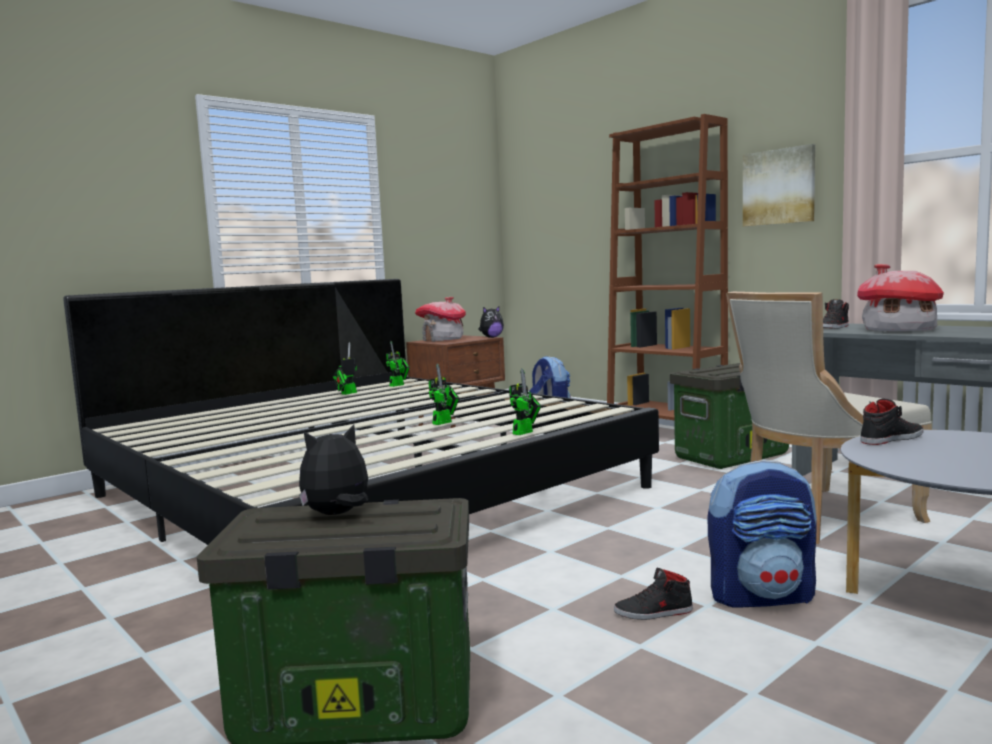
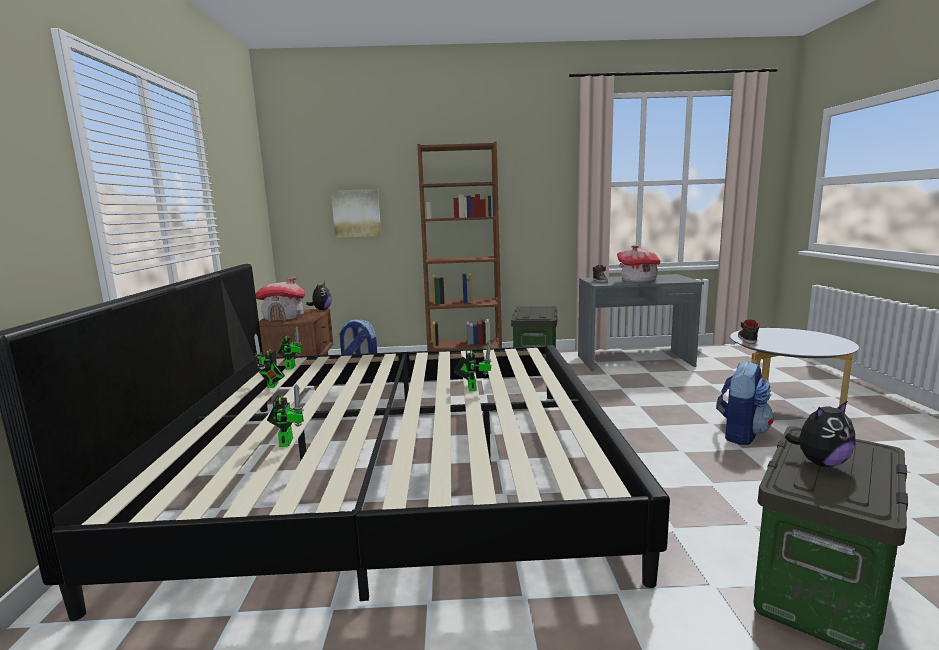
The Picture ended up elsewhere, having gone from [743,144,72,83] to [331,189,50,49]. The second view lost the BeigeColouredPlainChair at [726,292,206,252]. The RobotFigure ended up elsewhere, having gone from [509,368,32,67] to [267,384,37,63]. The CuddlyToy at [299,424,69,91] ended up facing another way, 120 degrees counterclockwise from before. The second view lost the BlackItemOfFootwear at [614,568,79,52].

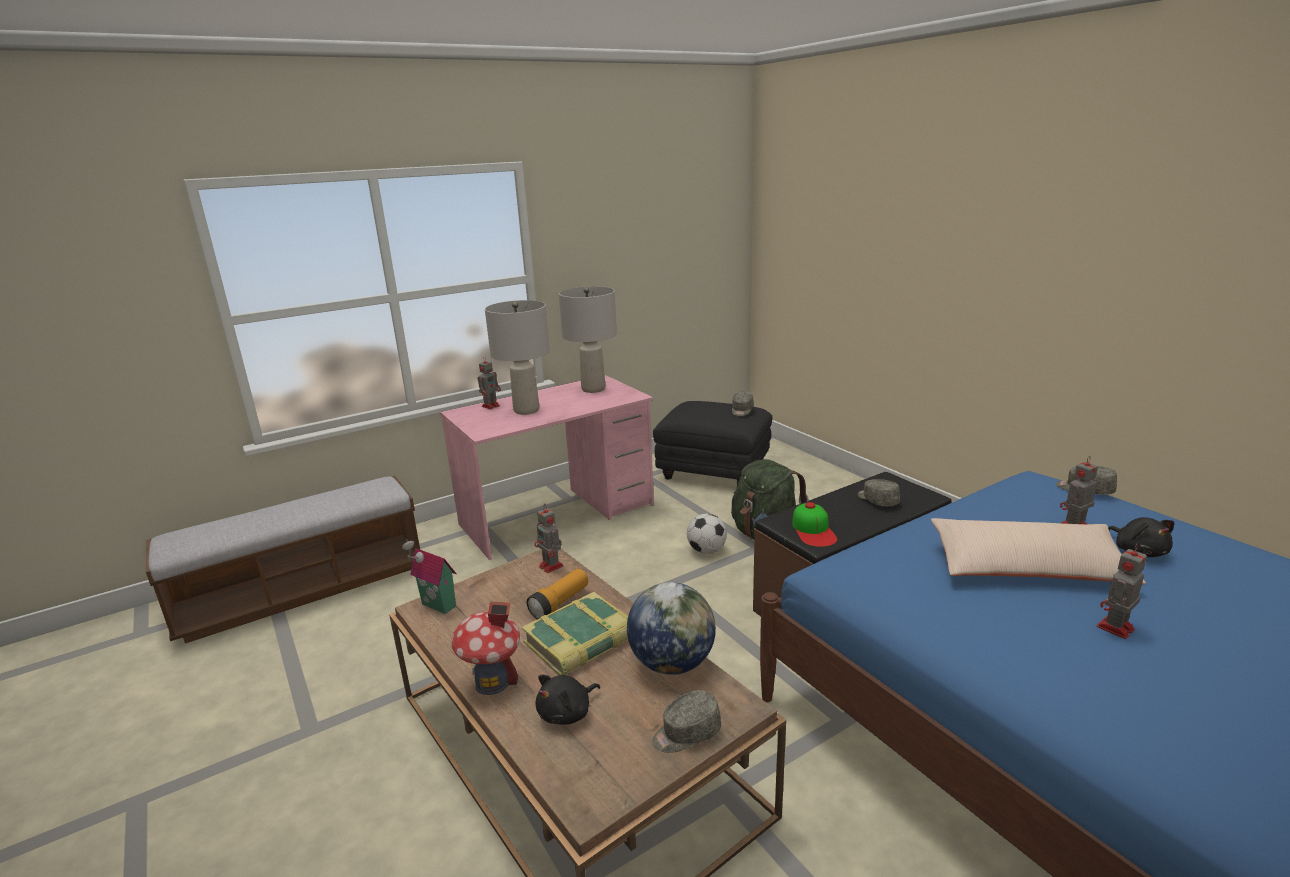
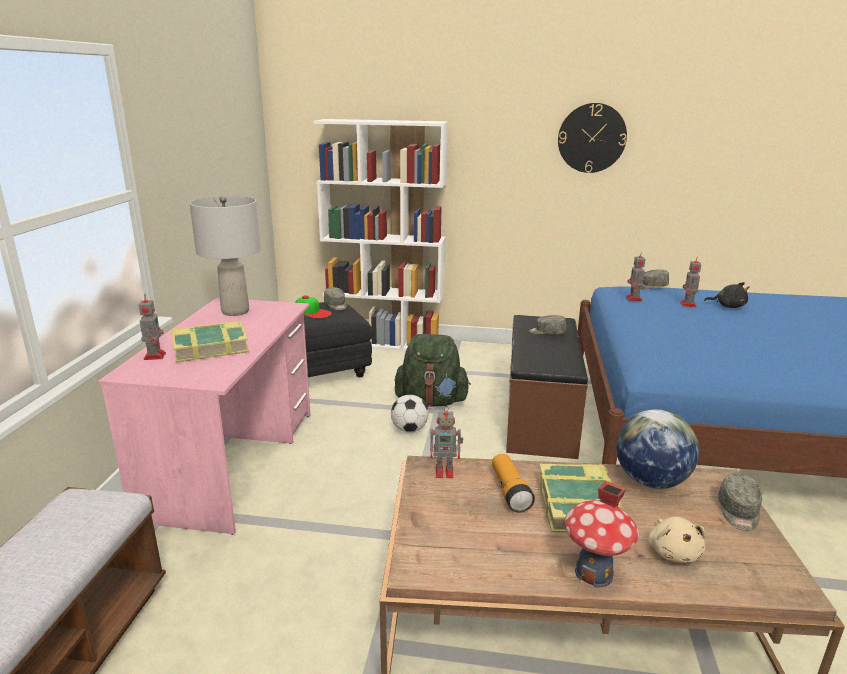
Where the GreyTabletopLamp stood at [485,300,65,115], the Volume came to stand at [172,321,77,41]. The BaseballCap ended up elsewhere, having gone from [792,502,45,45] to [295,295,37,23]. The second view lost the BeigeColouredCushion at [931,518,215,66]. The second view lost the MiniatureHouse at [402,540,54,74]. The RobotFigure ended up elsewhere, having gone from [1097,544,50,95] to [626,252,20,49]. What was the BlackCuddlyToy at [535,675,65,50] turned into the BeigeColouredCuddlyToy at [648,517,58,46]. The second view gained the WallClock at [558,103,69,70]. The second view gained the WhiteColouredShelvingUnit at [313,119,135,232].

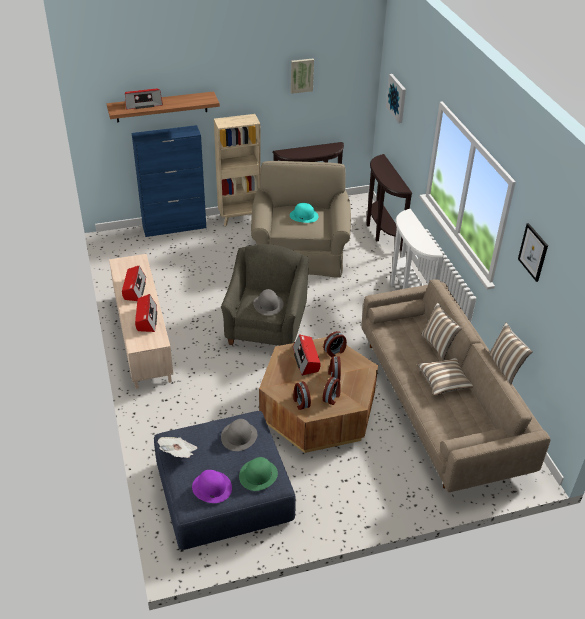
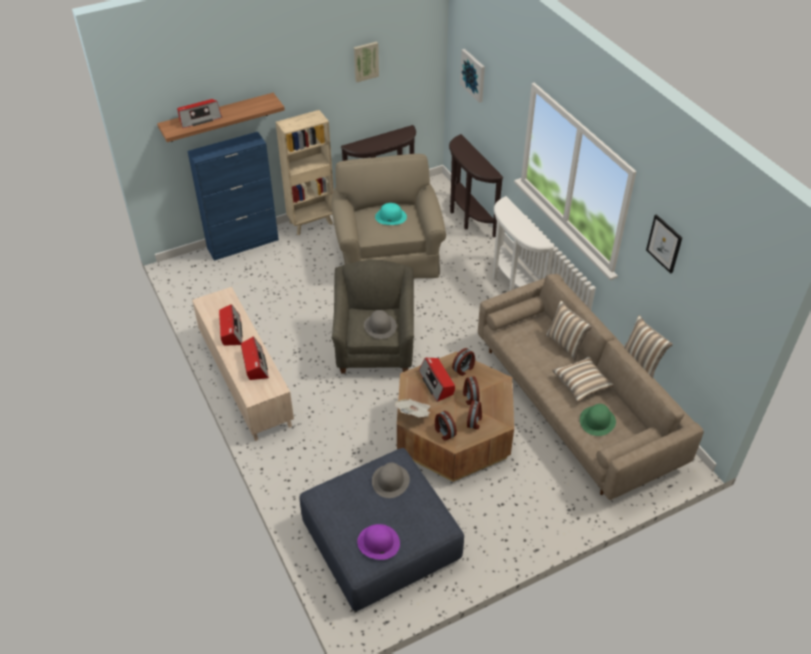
The Newspaper ended up elsewhere, having gone from [157,437,41,21] to [395,399,35,18]. The GreenishWearableHat ended up elsewhere, having gone from [239,457,39,34] to [580,404,36,32].

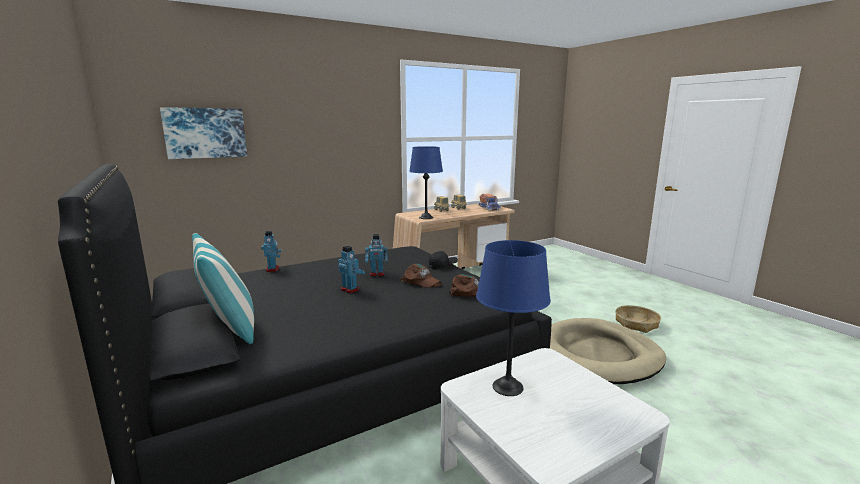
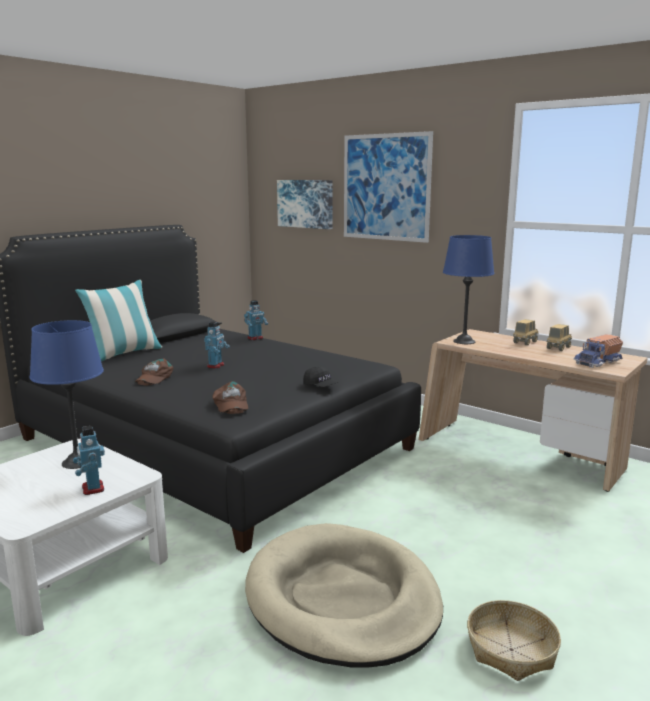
The RobotFigure ended up elsewhere, having gone from [365,234,23,42] to [73,426,32,69]. The BrownishBaseballCap ended up elsewhere, having gone from [400,264,42,24] to [135,358,38,28]. The second view gained the Picture at [344,131,89,112].

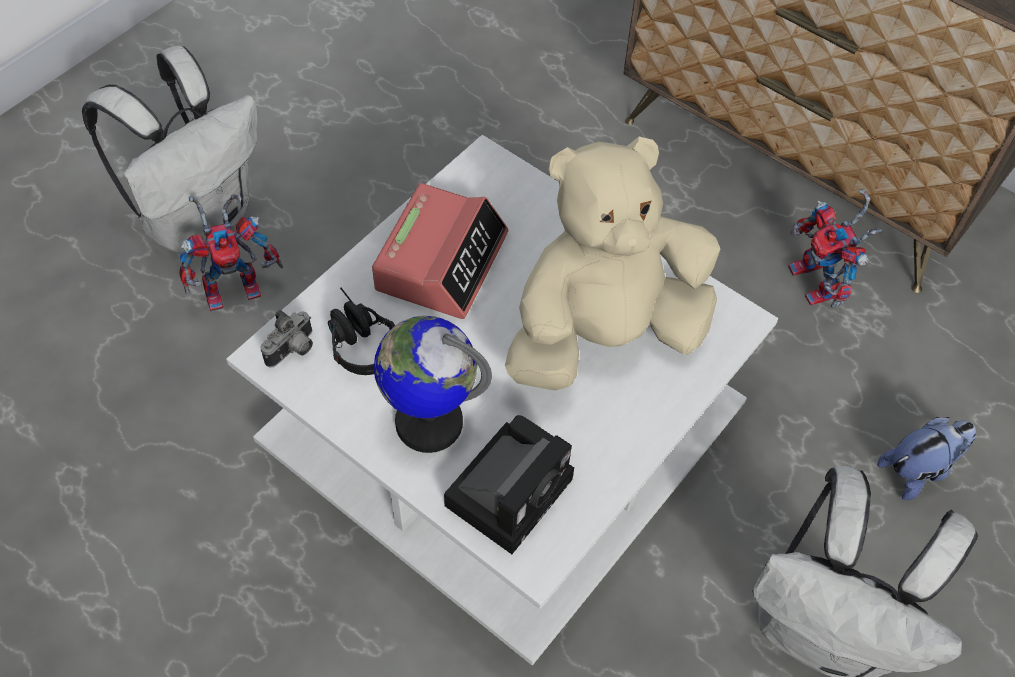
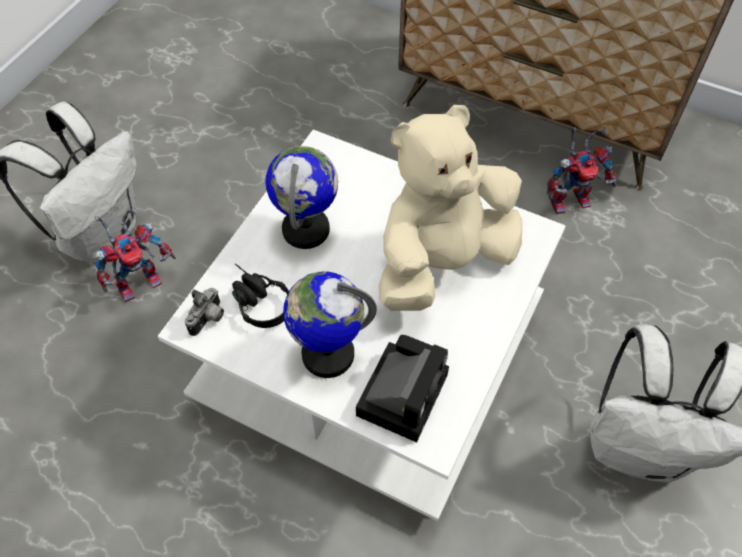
Where the BedsideClock stood at [372,183,136,136], the WorldGlobe came to stand at [265,146,73,103]. The RobotFigure at [788,189,93,119] ended up facing another way, 75 degrees counterclockwise from before. The second view lost the CuddlyToy at [877,417,99,83].

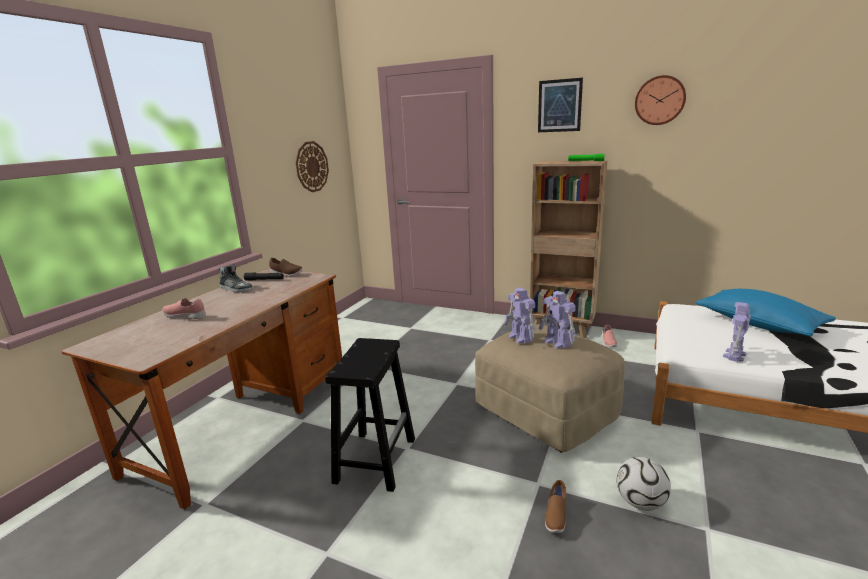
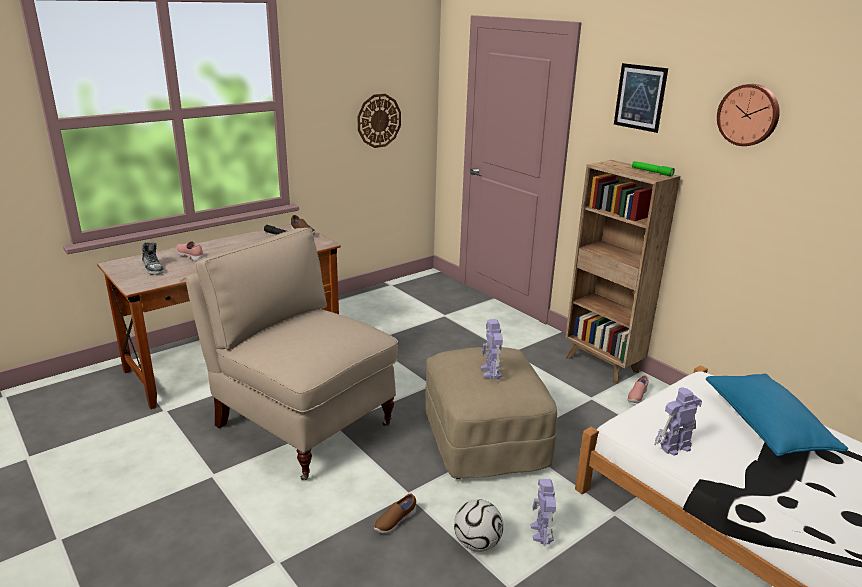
The ItemOfFootwear ended up elsewhere, having gone from [219,265,34,28] to [142,242,22,33]. The RobotFigure ended up elsewhere, having gone from [505,287,31,57] to [531,479,25,67]. Where the BlackSittingStool stood at [325,338,90,154], the BeigeColouredPlainChair came to stand at [186,228,212,252].

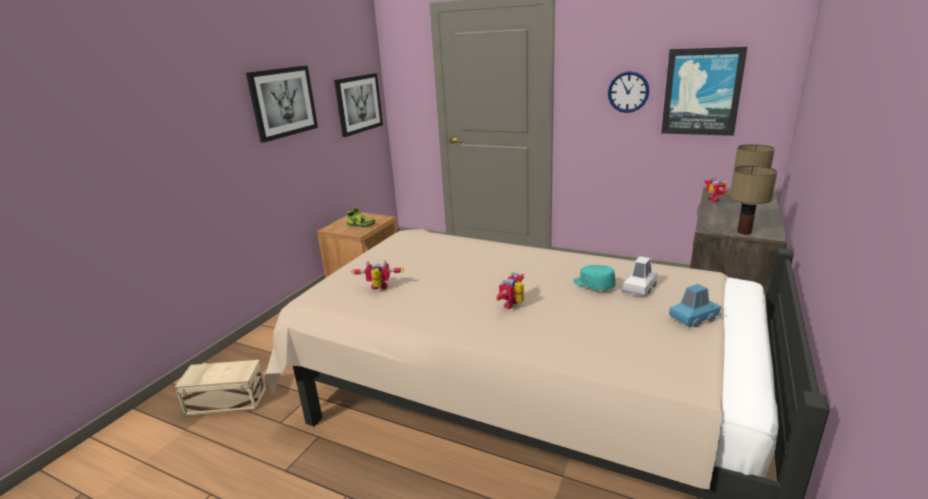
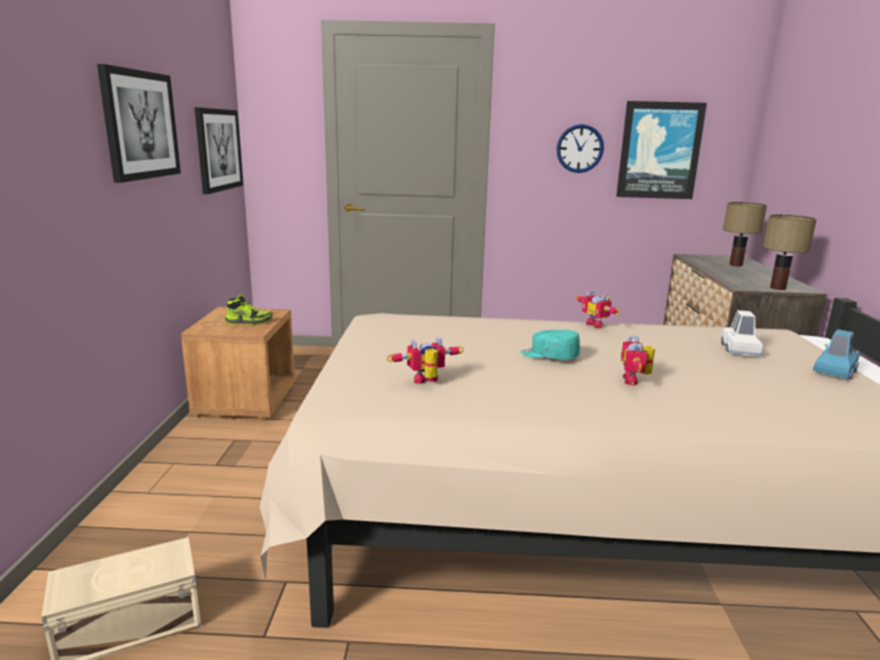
The RobotFigure ended up elsewhere, having gone from [704,176,24,26] to [575,290,45,38]. The BlueGreenBaseballCap ended up elsewhere, having gone from [573,265,43,25] to [521,329,59,30].

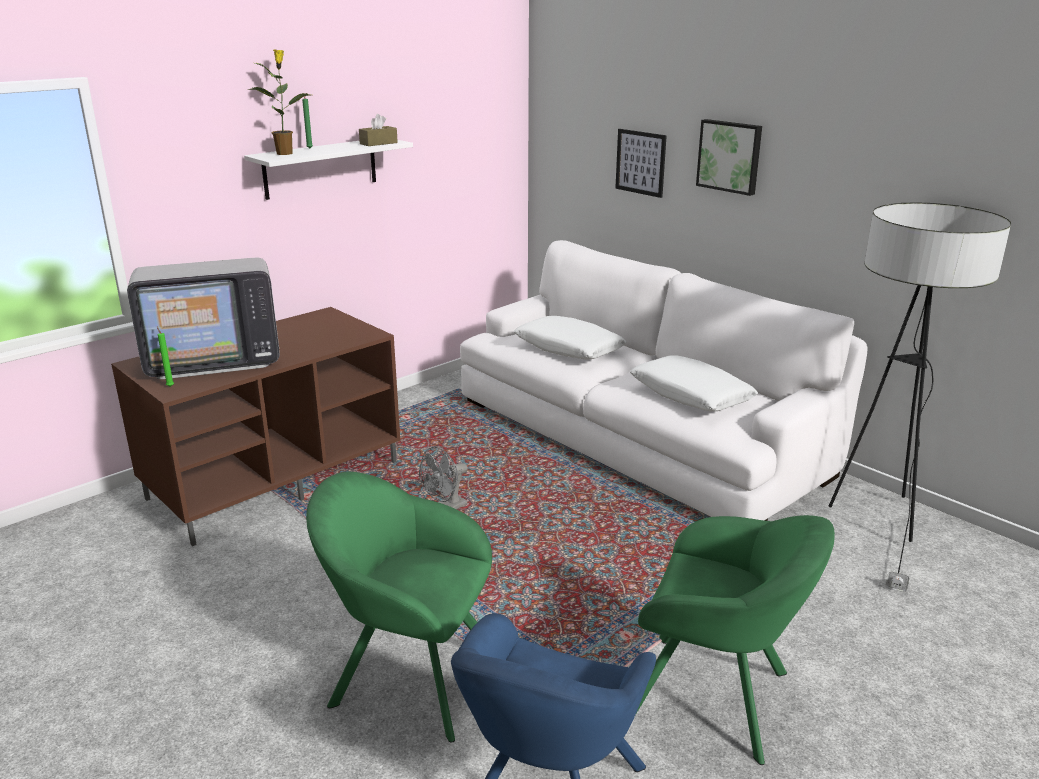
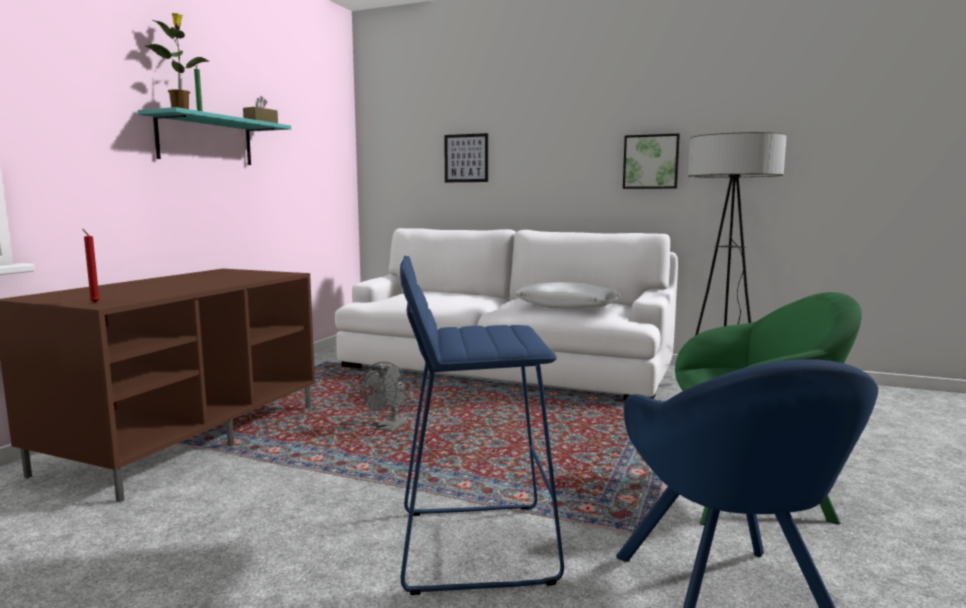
The Picture ended up elsewhere, having gone from [696,119,66,77] to [623,134,57,55]. What was the WhiteColouredWallShelf at [244,140,169,60] turned into the BlueGreenWallShelf at [138,107,153,58]. The second view lost the TvSet at [127,258,153,121]. The second view lost the WhiteColouredCushion at [514,316,113,44]. What was the GreenishWaxLight at [157,326,17,61] turned into the RedWaxLight at [82,229,18,74]. Where the GreenishLoungeChair stood at [306,472,186,271], the BluishSittingStool came to stand at [400,256,164,339].

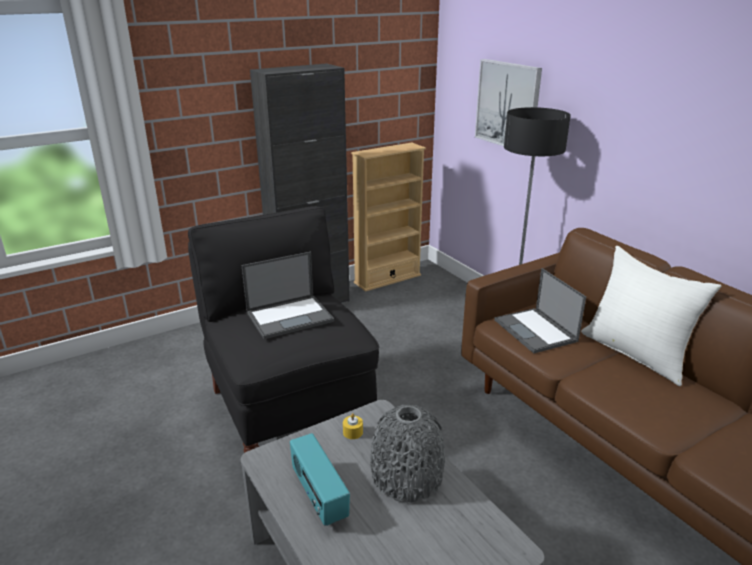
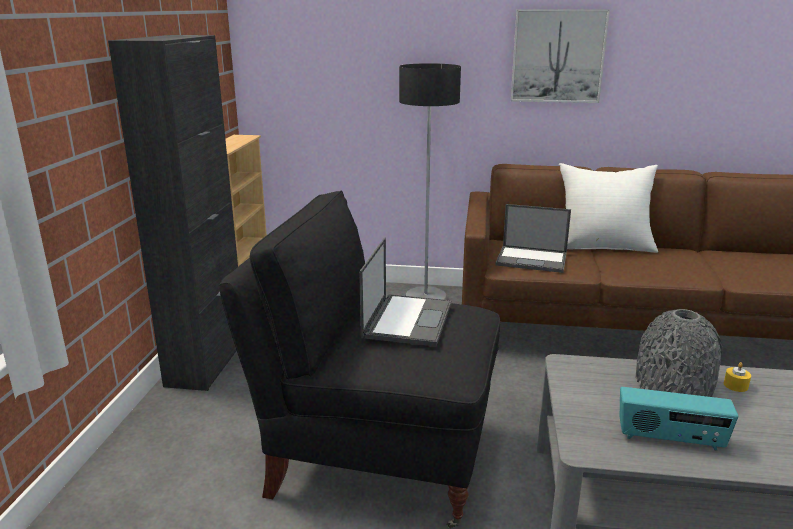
The Picture ended up elsewhere, having gone from [475,59,67,87] to [511,9,99,94]. The YellowColouredWaxLight ended up elsewhere, having gone from [343,413,20,26] to [724,362,27,30].

